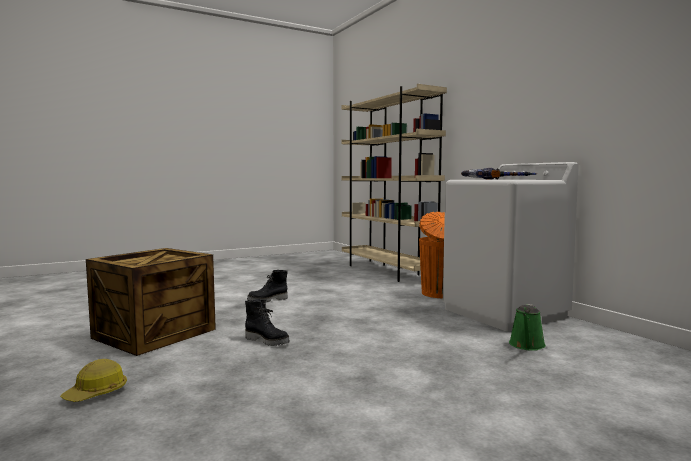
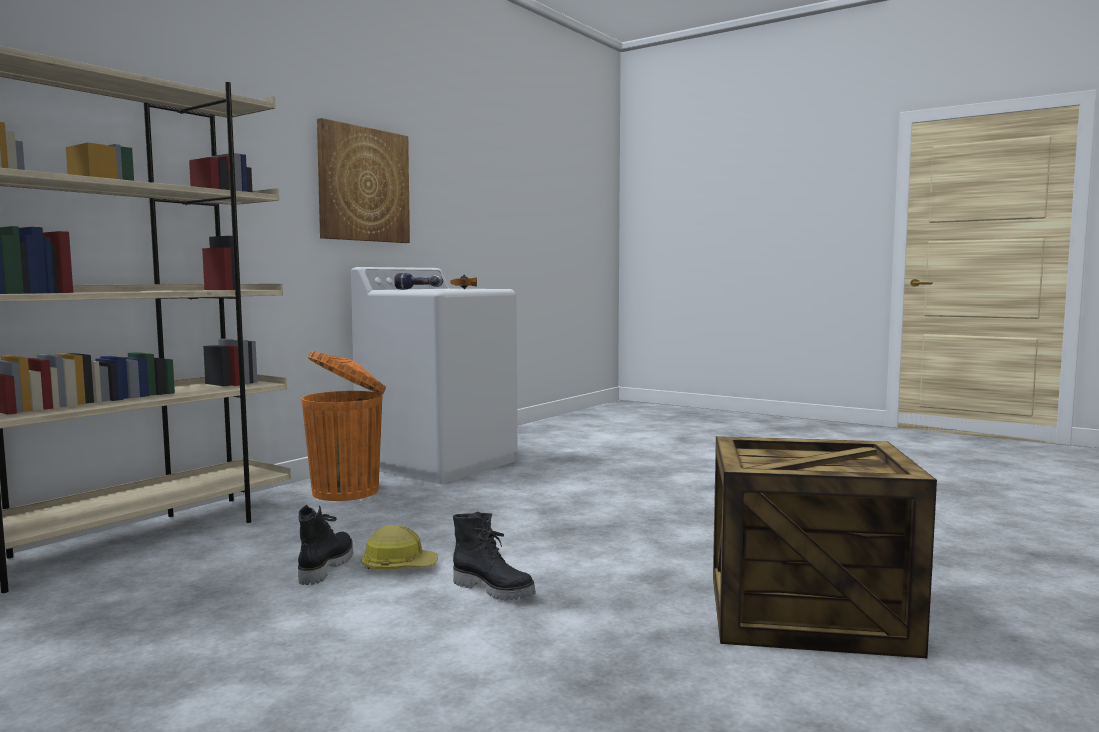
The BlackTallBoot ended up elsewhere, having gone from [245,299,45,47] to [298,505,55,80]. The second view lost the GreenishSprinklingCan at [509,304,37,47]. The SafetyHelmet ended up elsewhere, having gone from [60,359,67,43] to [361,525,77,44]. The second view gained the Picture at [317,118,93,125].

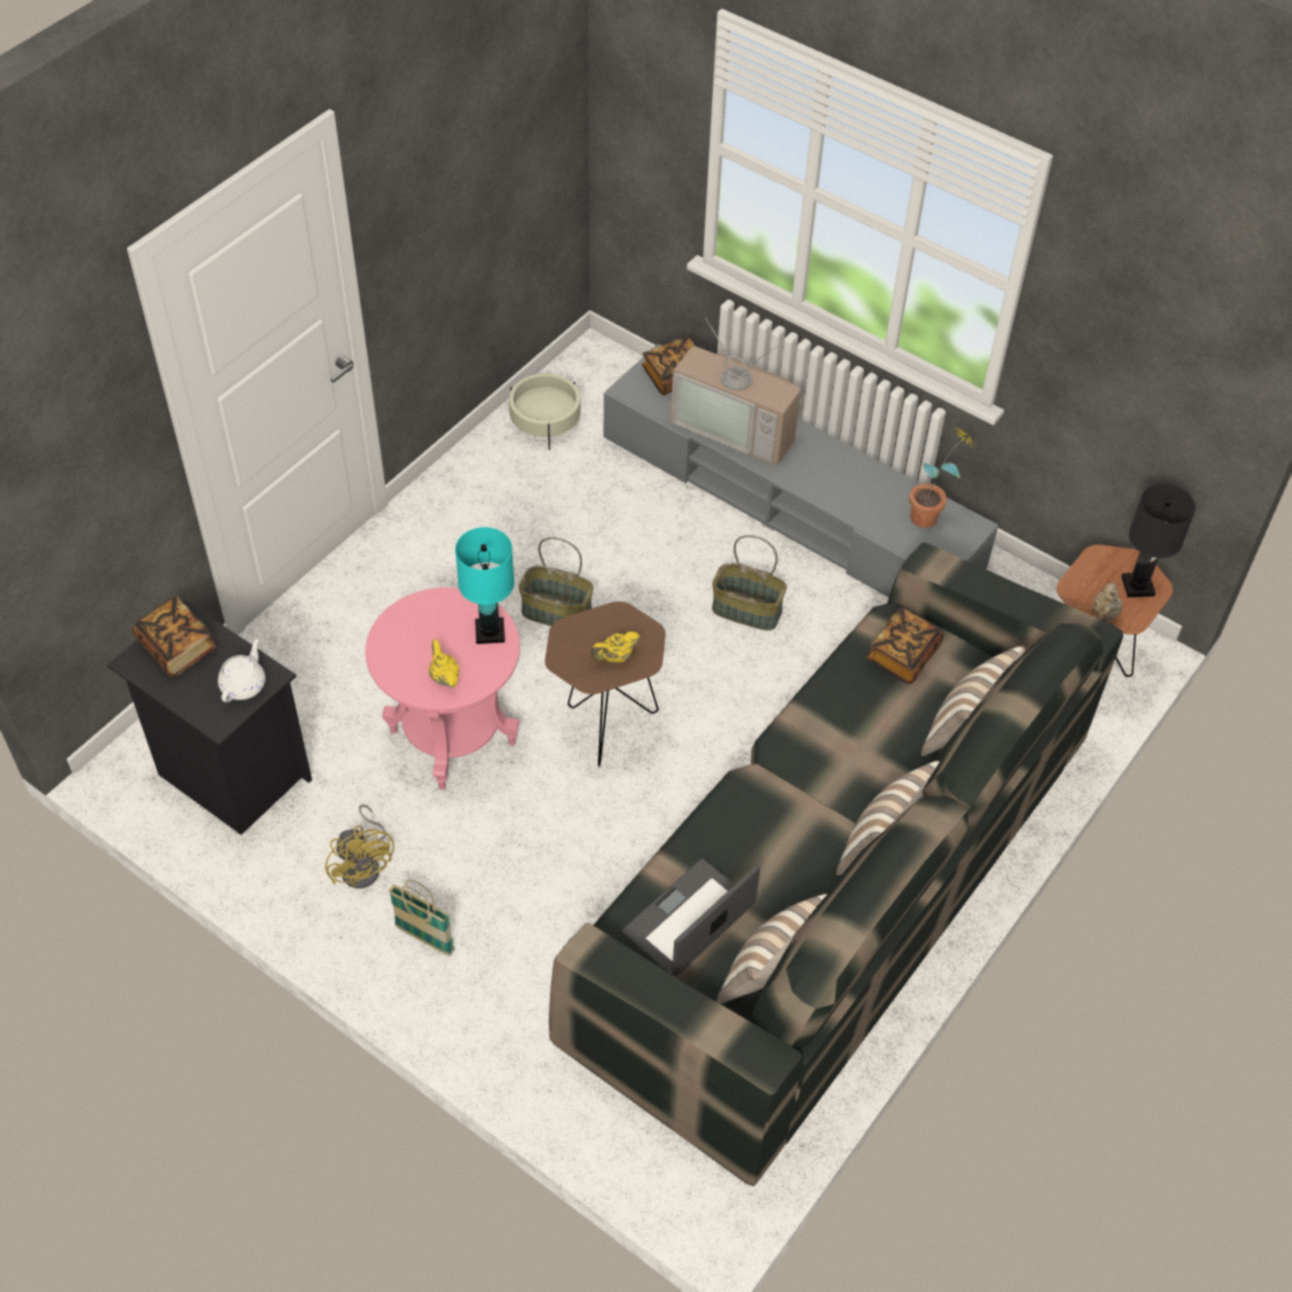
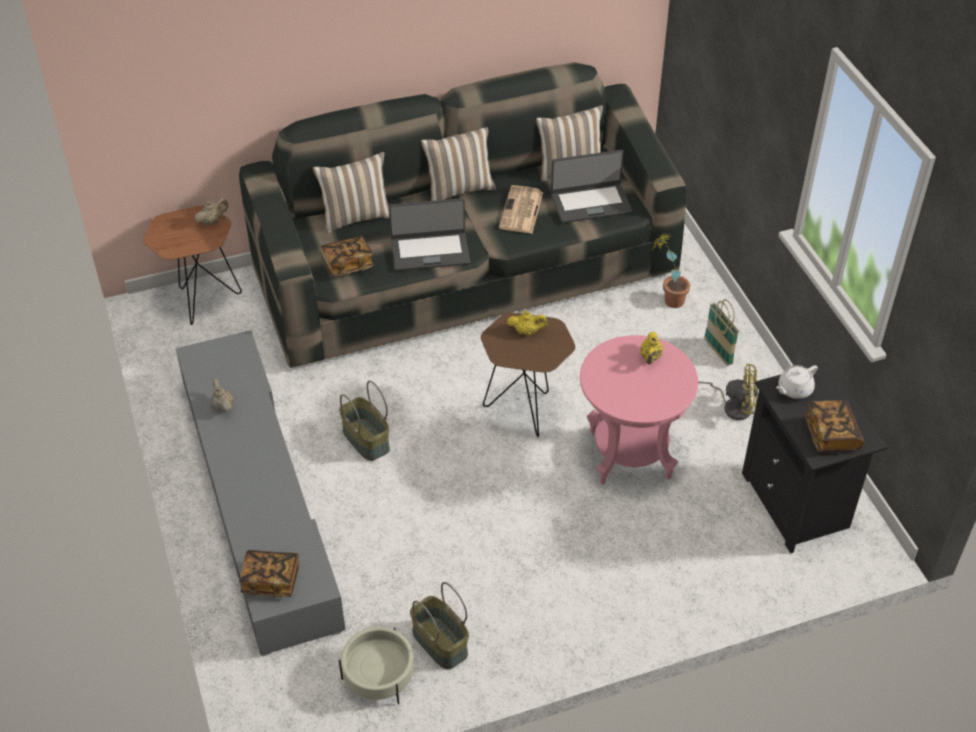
The second view lost the TvSet at [671,318,130,148]. The Houseplant ended up elsewhere, having gone from [909,425,66,103] to [653,233,37,75]. The second view lost the BlackTabletopLamp at [1121,484,75,113]. The second view lost the BlueGreenTabletopLamp at [455,527,59,117]. The HouseholdBasket ended up elsewhere, having gone from [519,537,75,89] to [410,582,59,87]. The YellowColouredFan at [325,804,69,84] ended up facing another way, 90 degrees clockwise from before. The second view gained the Newspaper at [499,185,44,48]. The second view gained the Laptop at [389,198,81,73]. The second view gained the BeigeColouredPotForTea at [211,378,22,34].

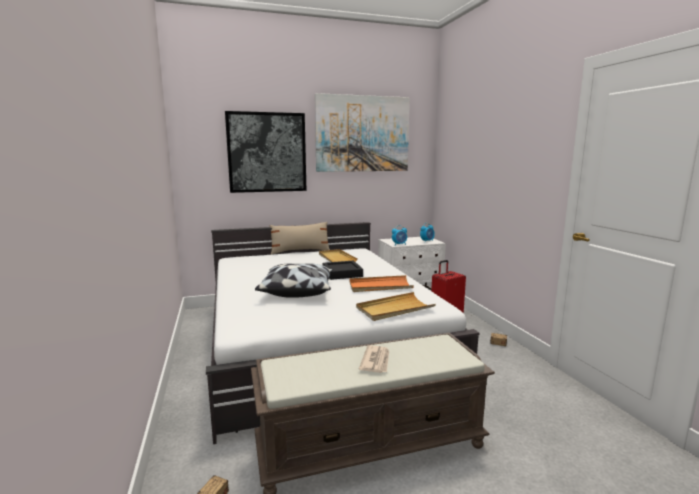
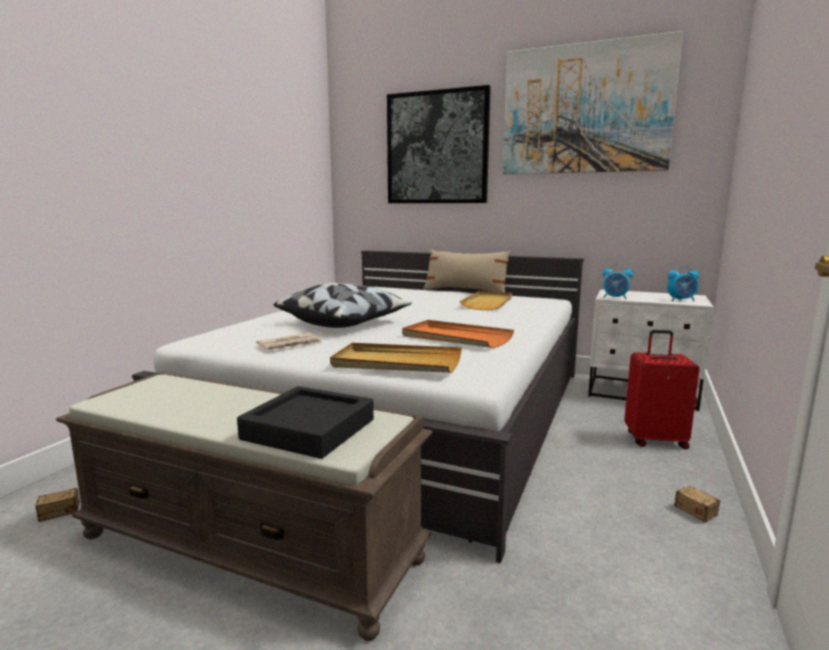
The BlackTray ended up elsewhere, having gone from [323,261,40,19] to [237,386,137,73]. The Newspaper ended up elsewhere, having gone from [359,345,30,28] to [256,333,67,17].

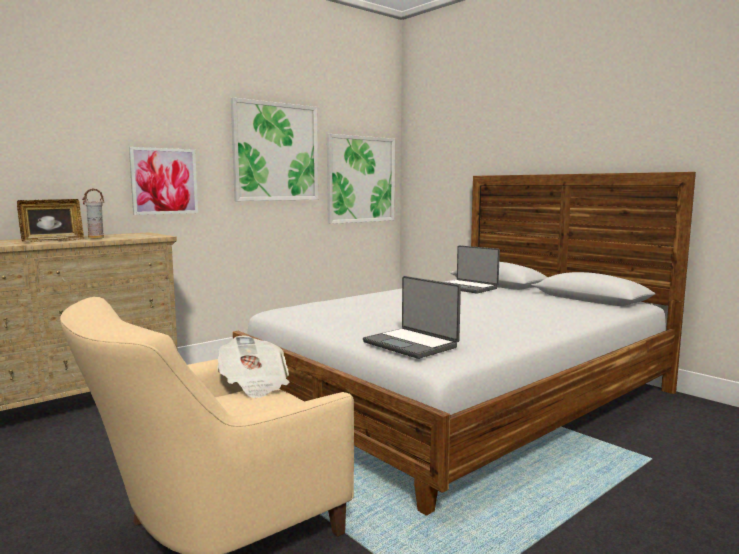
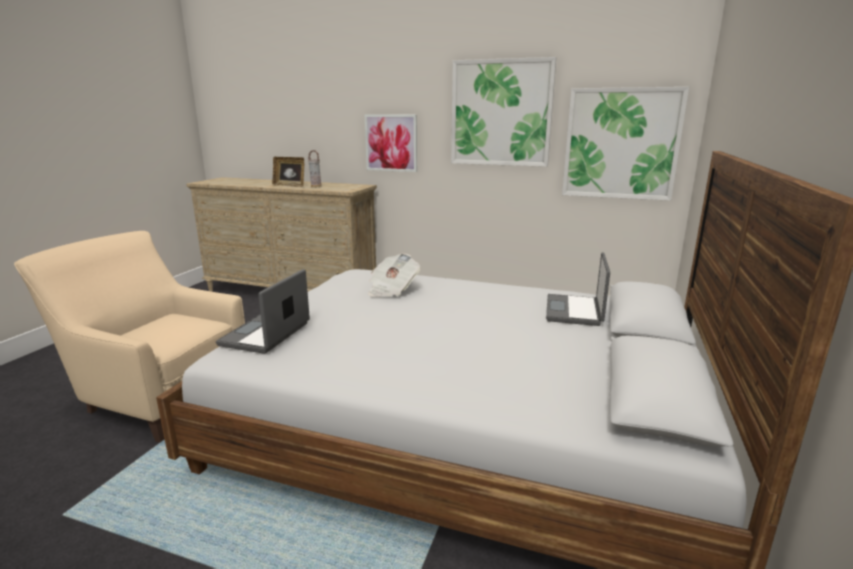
The Newspaper ended up elsewhere, having gone from [217,335,72,63] to [368,253,52,44].

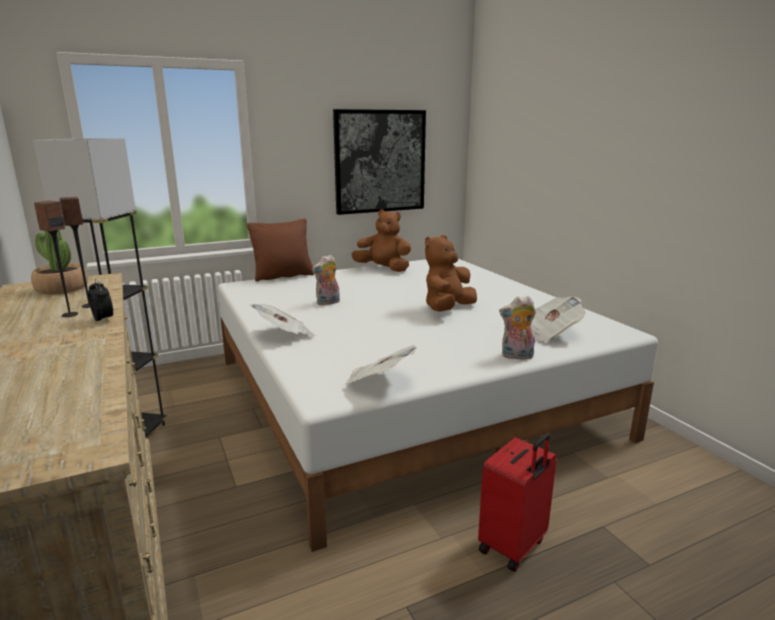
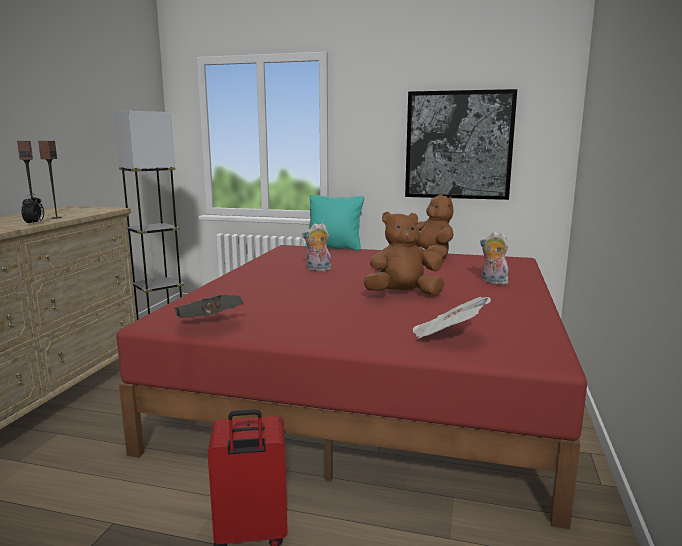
What was the BrownishCushion at [247,219,67,63] turned into the BlueGreenCushion at [305,195,59,56]. The second view lost the Houseplant at [31,230,57,65]. What was the WhiteColouredBed at [217,259,441,293] turned into the RedBed at [116,245,471,285]. The CuddlyToy ended up elsewhere, having gone from [499,296,37,63] to [480,231,29,54]. The second view lost the Newspaper at [249,304,67,32].

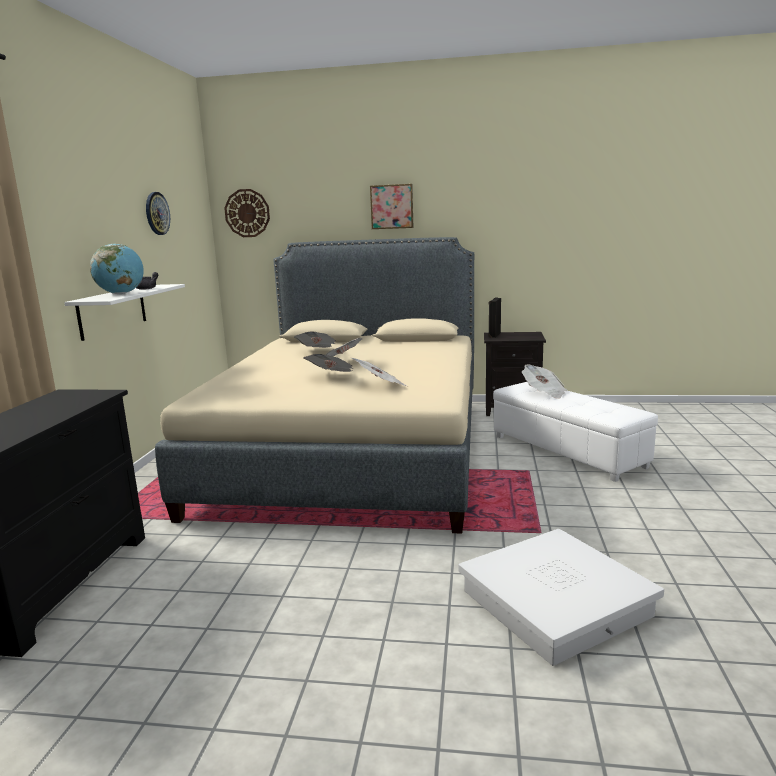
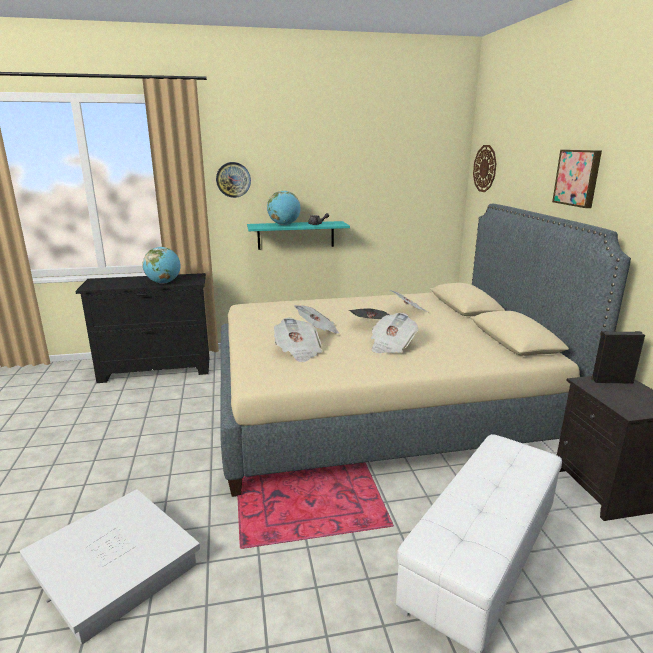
The WallClock ended up elsewhere, having gone from [146,192,24,43] to [216,162,35,36]. What was the WhiteColouredWallShelf at [64,284,121,57] turned into the BlueGreenWallShelf at [247,221,103,29]. The Newspaper ended up elsewhere, having gone from [522,364,45,35] to [370,313,48,40]. The second view gained the WorldGlobe at [142,247,39,37].

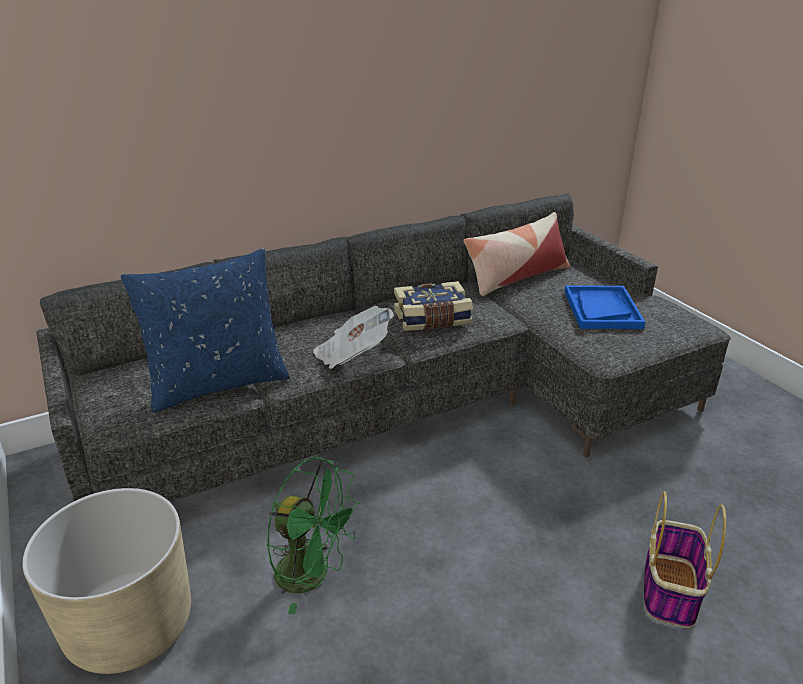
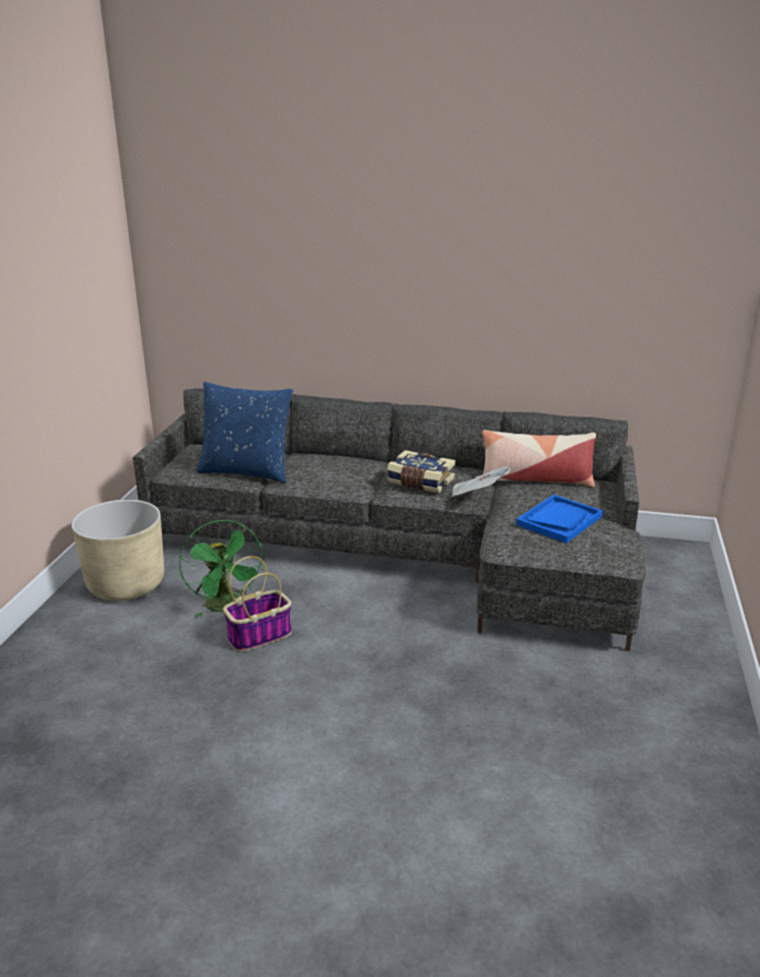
The Newspaper ended up elsewhere, having gone from [313,306,81,63] to [450,466,60,31]. The HouseholdBasket ended up elsewhere, having gone from [644,491,82,137] to [223,556,69,96].

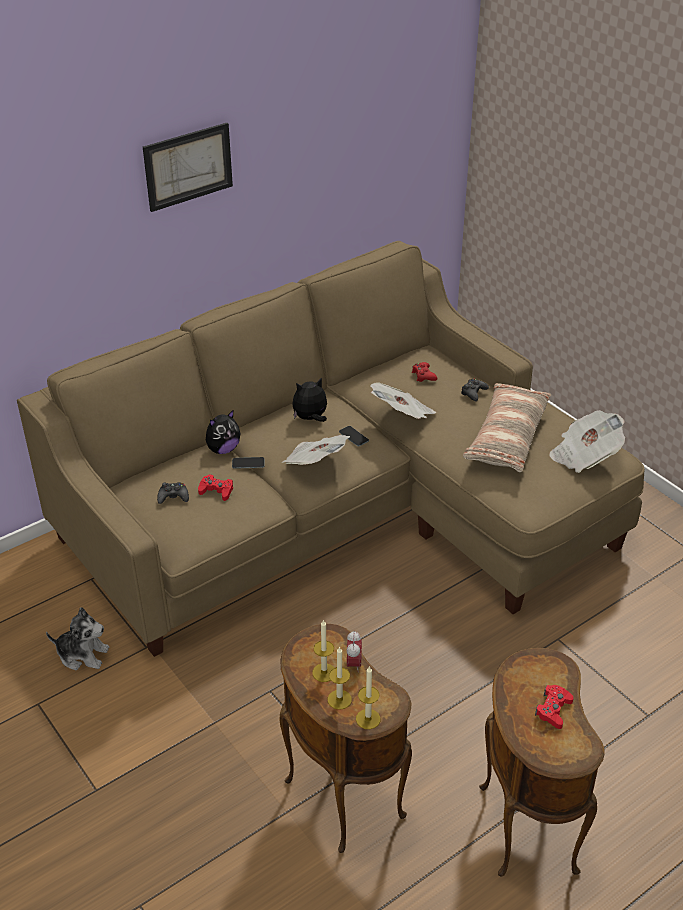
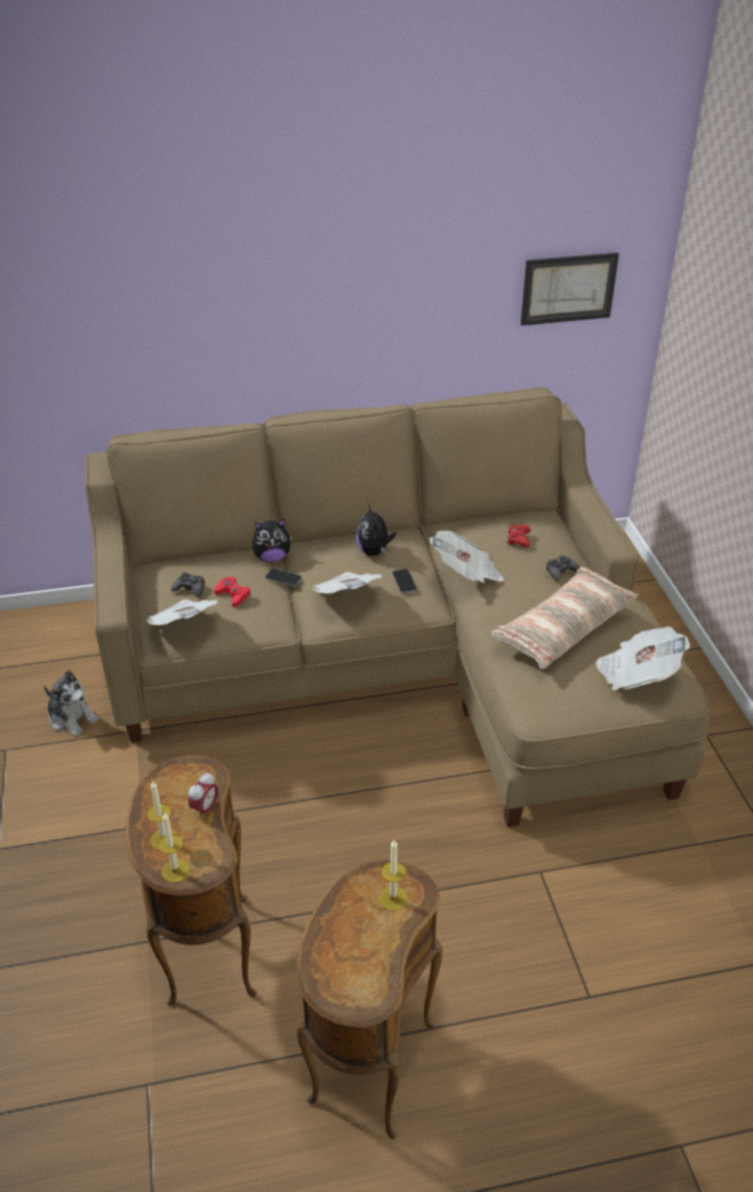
The Picture ended up elsewhere, having gone from [143,123,90,89] to [521,253,98,73]. The CuddlyToy at [292,378,35,44] ended up facing another way, 105 degrees counterclockwise from before. The WaxLight ended up elsewhere, having gone from [312,620,22,62] to [379,840,29,71]. The second view lost the RedJoypad at [535,685,38,44]. The second view gained the Newspaper at [147,600,71,25].

